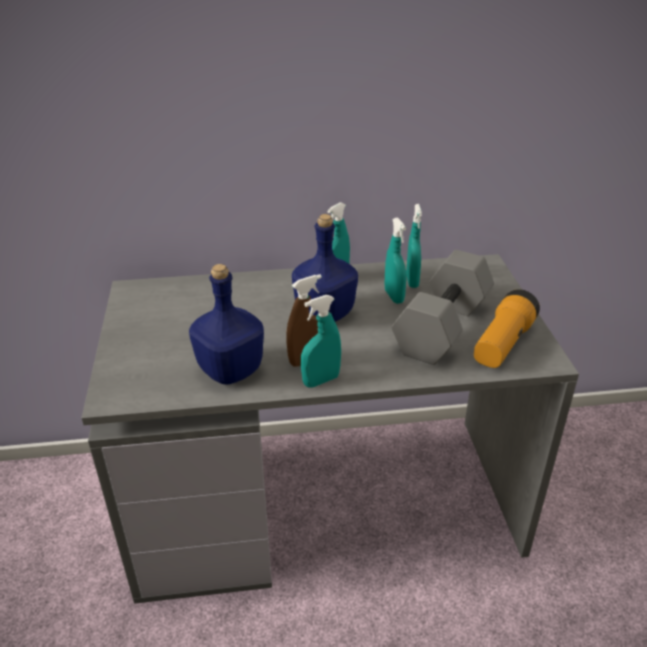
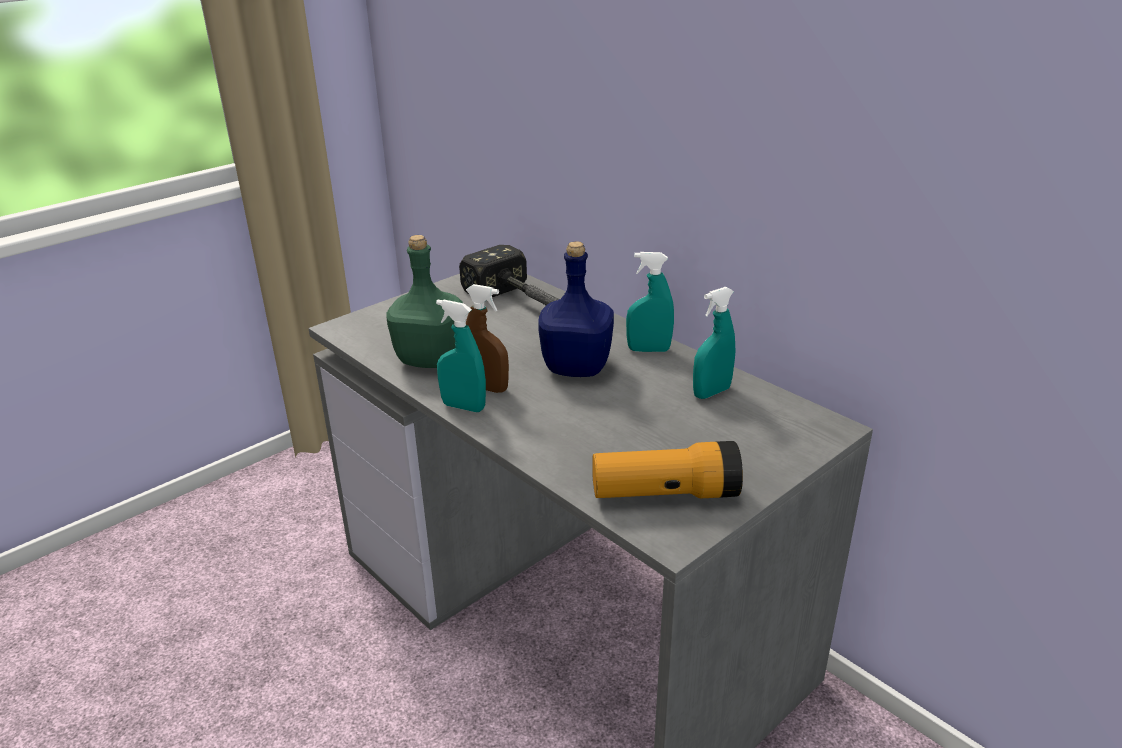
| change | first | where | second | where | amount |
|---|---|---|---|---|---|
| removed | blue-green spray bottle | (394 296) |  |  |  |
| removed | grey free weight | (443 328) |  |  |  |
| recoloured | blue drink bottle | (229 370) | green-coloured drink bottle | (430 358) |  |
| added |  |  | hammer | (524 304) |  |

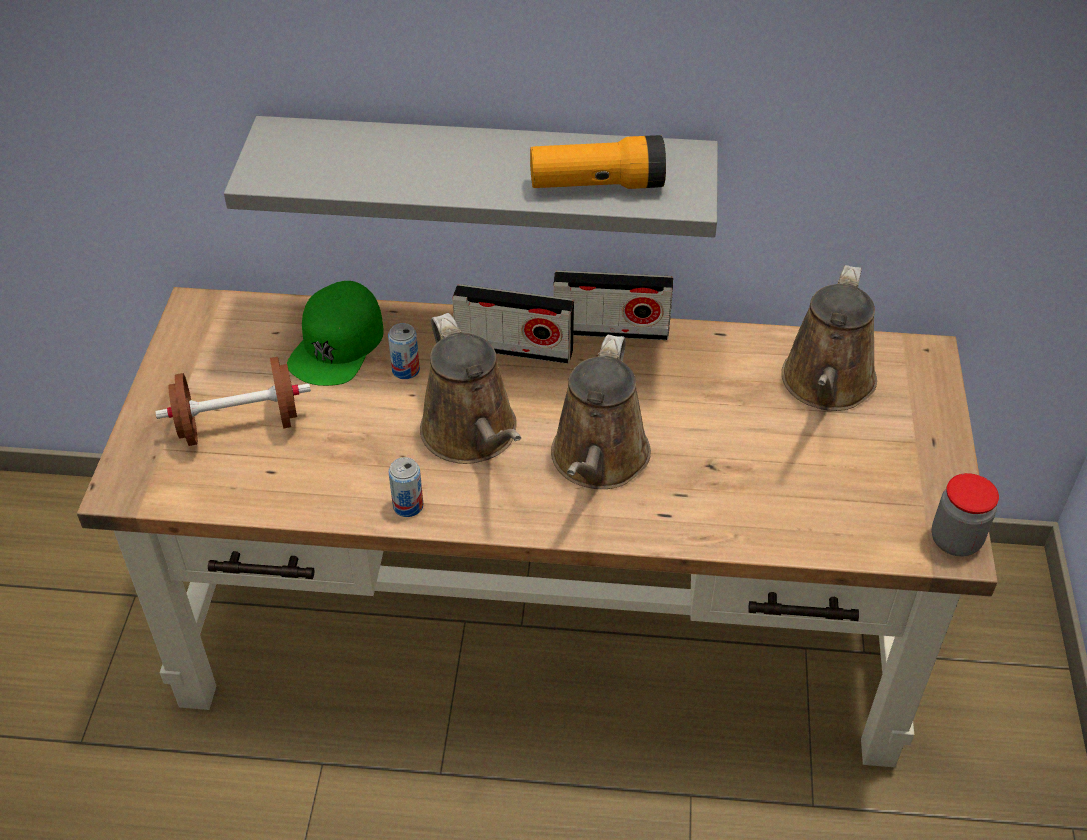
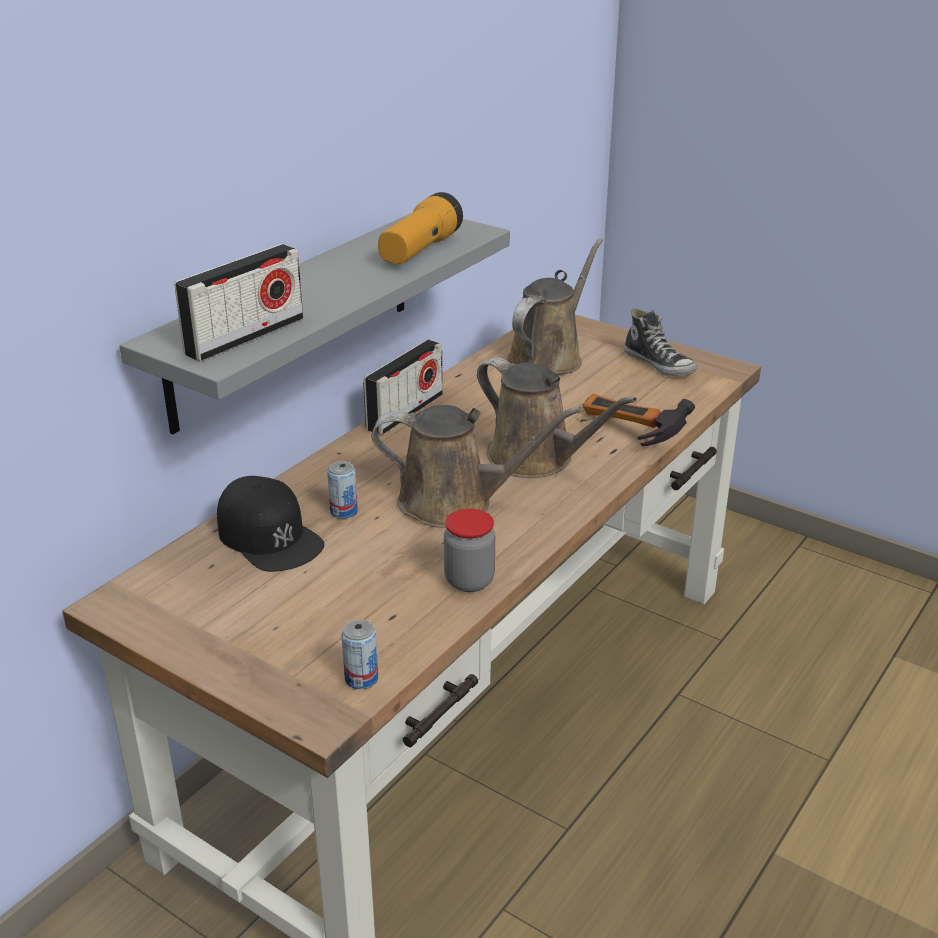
| change | first | where | second | where | amount |
|---|---|---|---|---|---|
| turned | brownish sprinkling can | (826 385) |  | (548 357) | 105 degrees counterclockwise |
| recoloured | green-coloured cap | (337 344) | blackish cap | (269 536) |  |
| moved | radio receiver | (514 348) |  | (245 336) |  |
| removed | brownish free weight | (239 425) |  |  |  |
| moved | can | (408 506) |  | (361 679) |  |
| moved | jar | (955 540) |  | (469 581) |  |
| added |  |  | shoe | (659 364) |  |
| added |  |  | hammer | (626 435) |  |

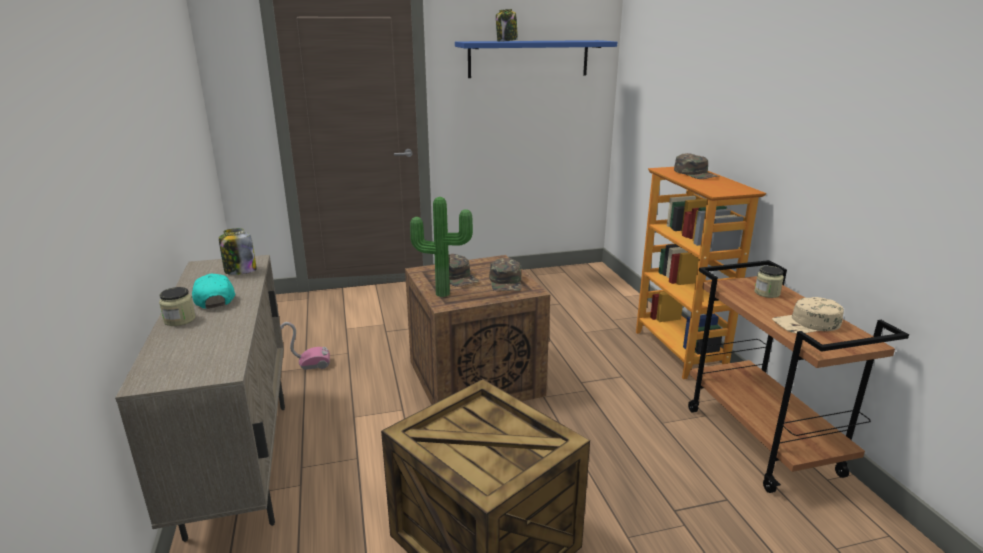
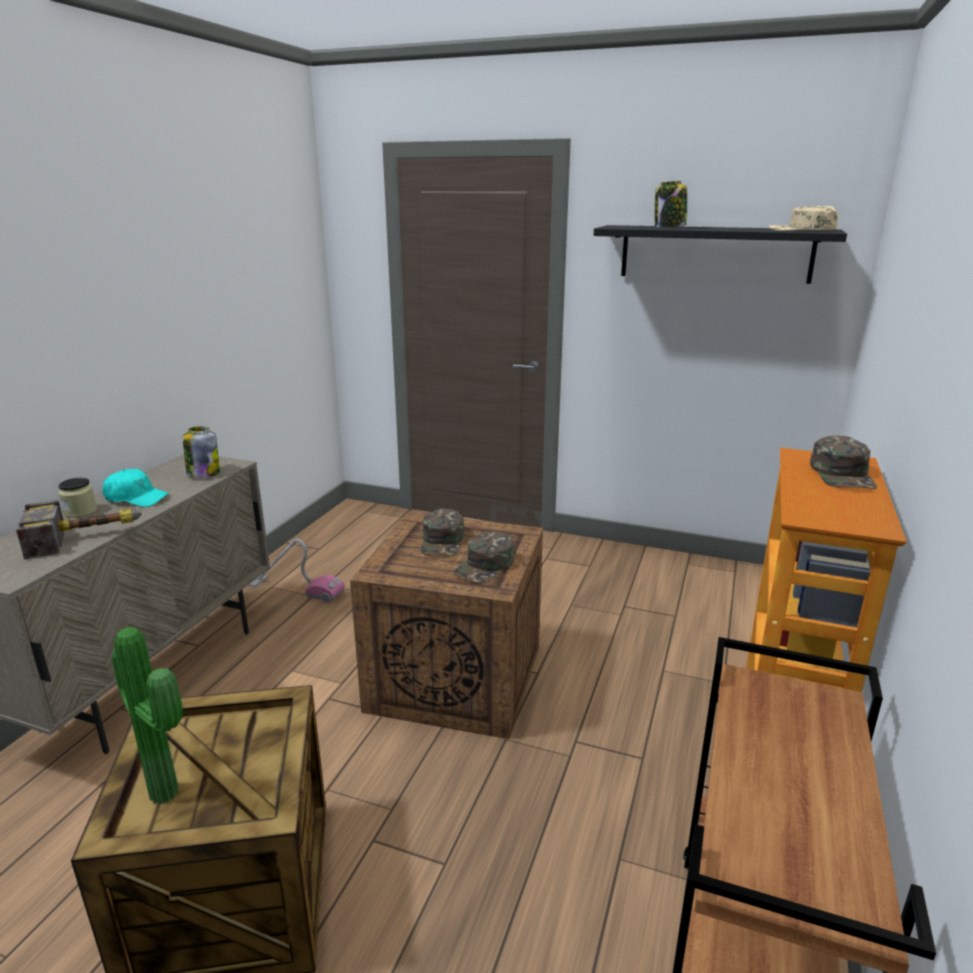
| change | first | where | second | where | amount |
|---|---|---|---|---|---|
| recoloured | blue bracket shelf | (528 59) | blackish bracket shelf | (715 253) |  |
| moved | plant in a pot | (443 293) |  | (169 790) |  |
| removed | jar | (767 293) |  |  |  |
| turned | blue-green cap | (214 299) |  | (136 498) | 90 degrees clockwise |
| moved | sand-coloured cap | (807 324) |  | (801 230) |  |
| added |  |  | hammer | (88 536) |  |

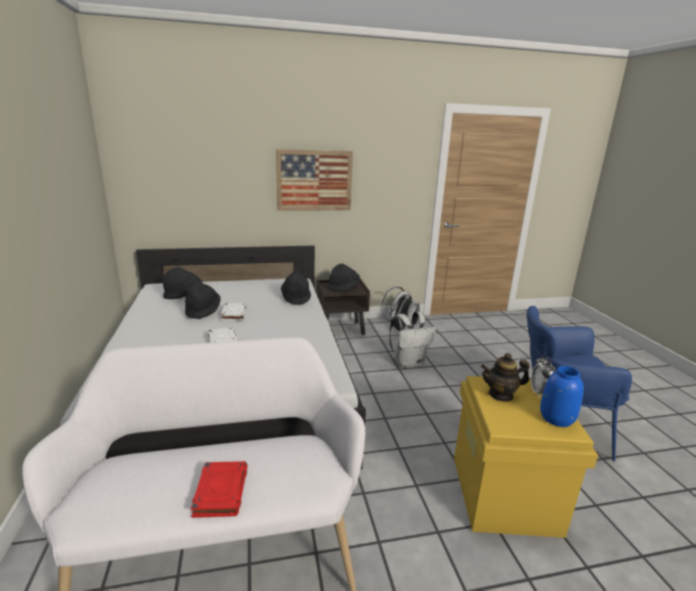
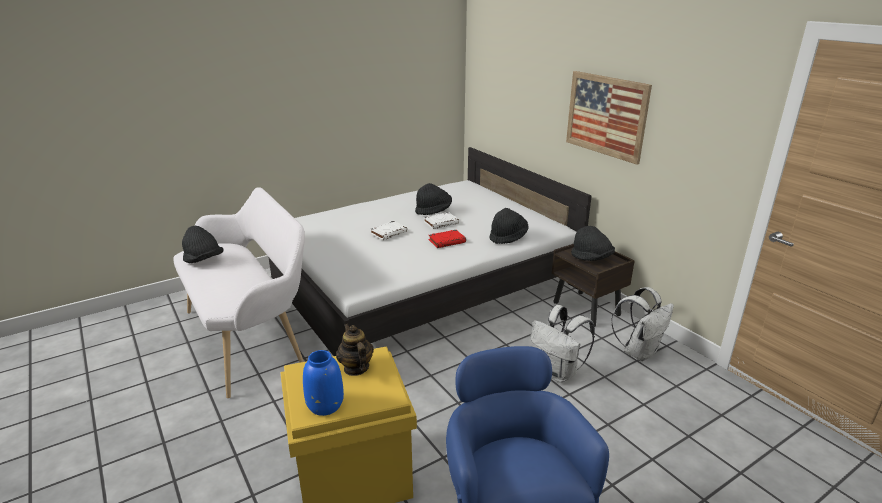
| change | first | where | second | where | amount |
|---|---|---|---|---|---|
| moved | blackish clothing hat | (183 295) |  | (203 260) |  |
| removed | table clock | (540 393) |  |  |  |
| moved | reddish volume | (220 491) |  | (447 241) |  |

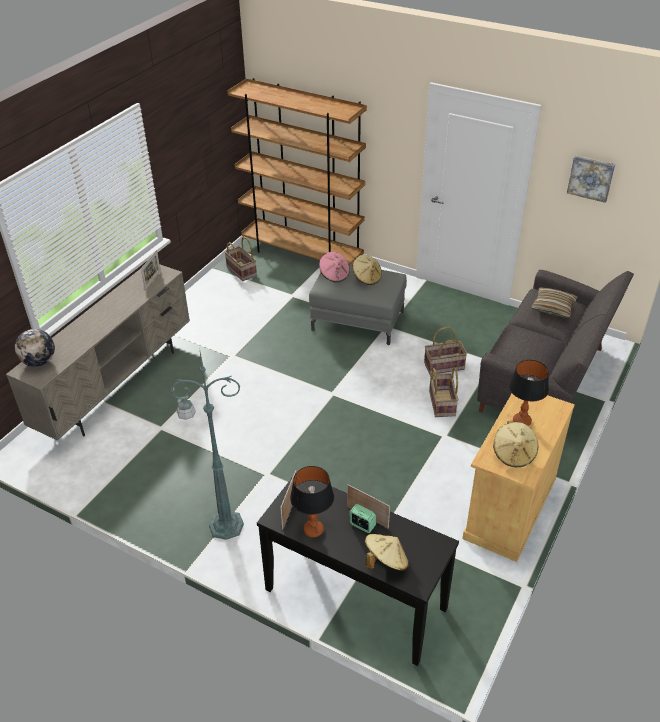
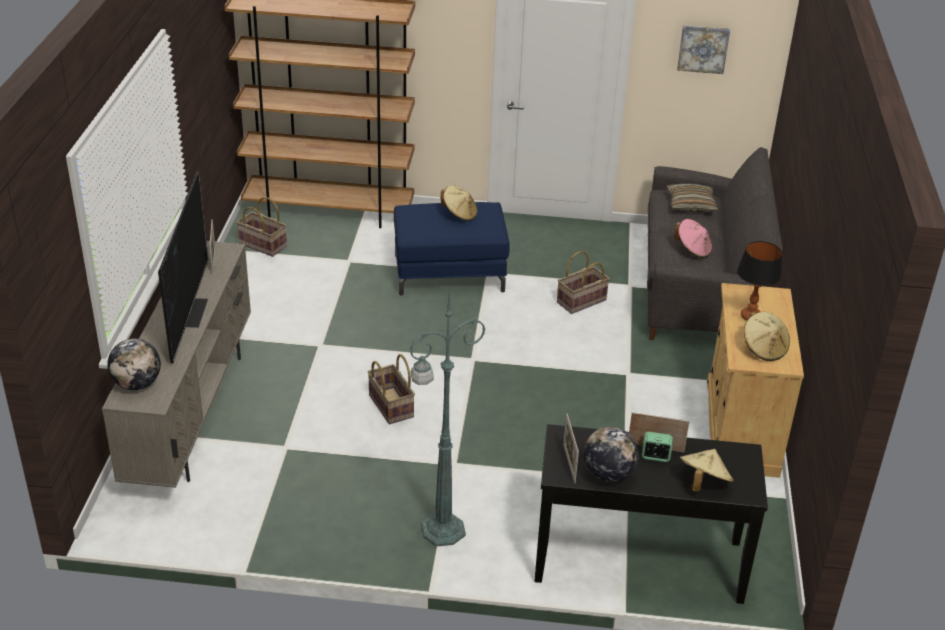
| change | first | where | second | where | amount |
|---|---|---|---|---|---|
| moved | pinkish clothing hat | (334 275) |  | (693 250) |  |
| recoloured | grey pouffe | (358 320) | blue pouffe | (449 272) |  |
| moved | household basket | (441 403) |  | (390 406) |  |
| replaced | table lamp | (313 530) | desk globe | (608 474) |  |
| added |  |  | TV set | (189 311) |  |

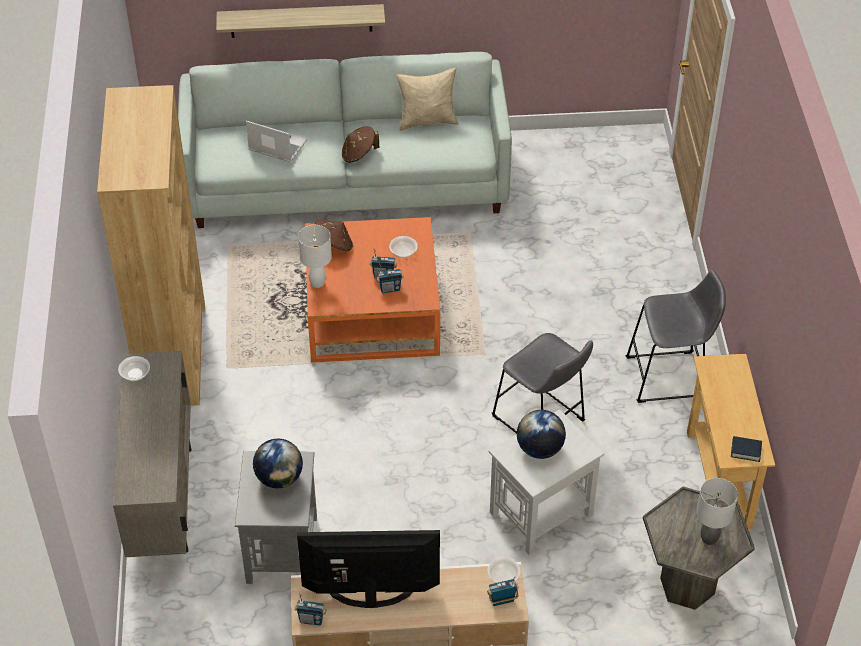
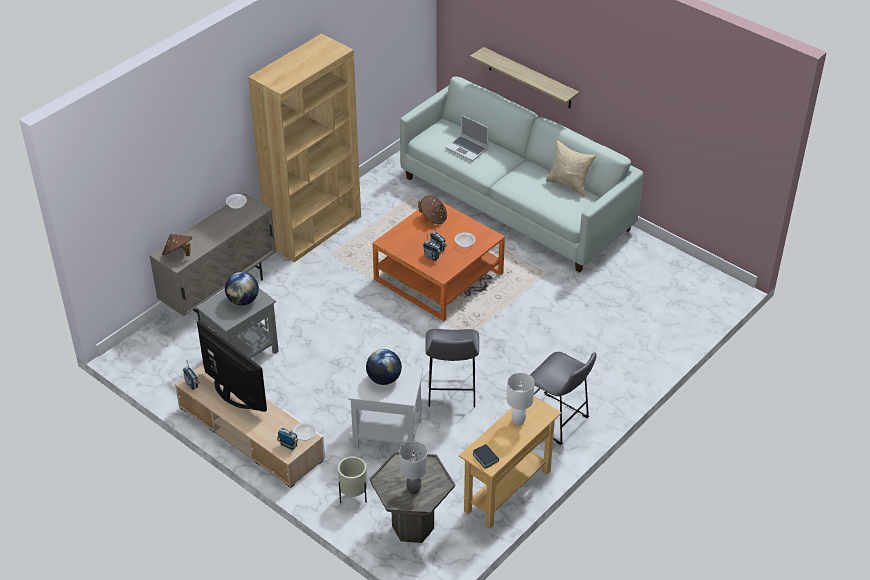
| change | first | where | second | where | amount |
|---|---|---|---|---|---|
| turned | portable computer | (276 146) |  | (467 149) | 150 degrees clockwise |
| moved | brownish clothing hat | (359 154) |  | (178 254) |  |
| moved | white-coloured table lamp | (317 282) |  | (519 421) |  |
| added |  |  | sand-coloured plant pot | (353 497) |  |

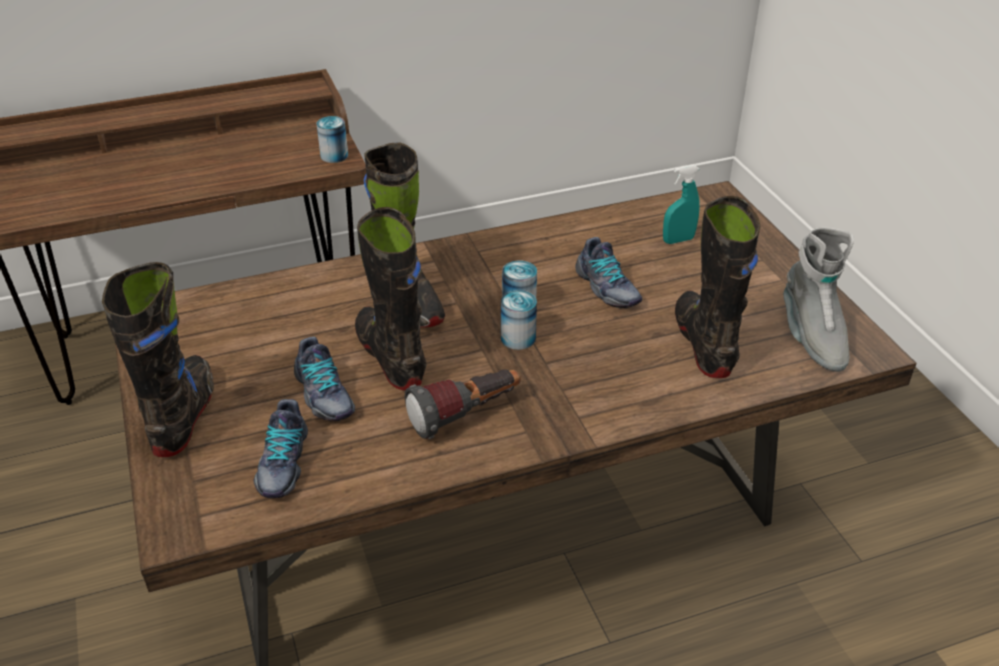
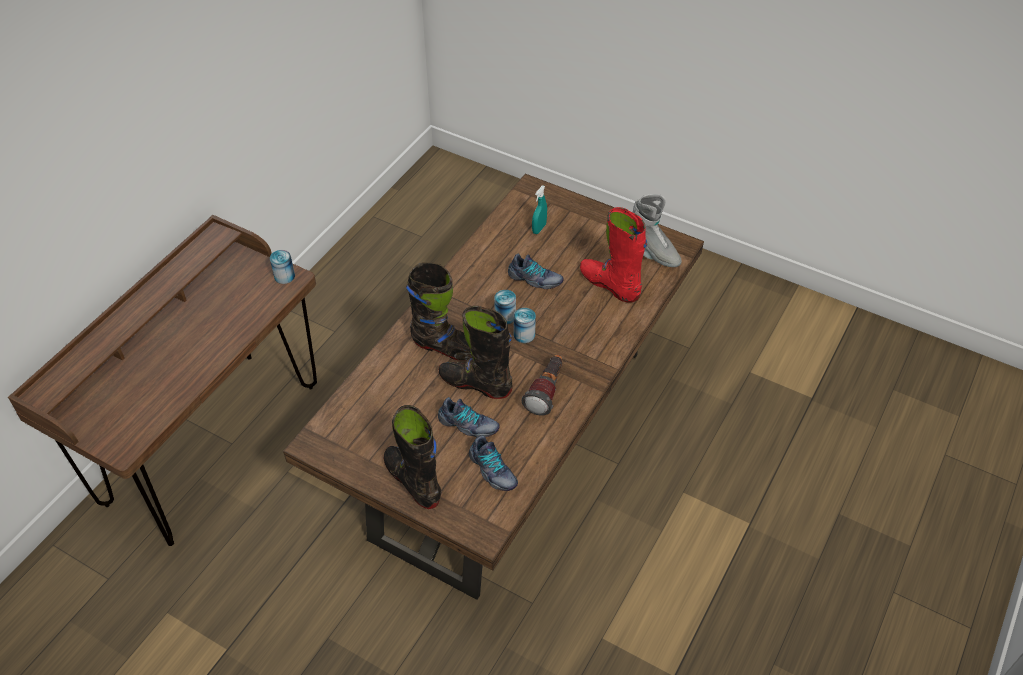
| change | first | where | second | where | amount |
|---|---|---|---|---|---|
| recoloured | blackish tall boot | (704 343) | reddish tall boot | (610 285) |  |

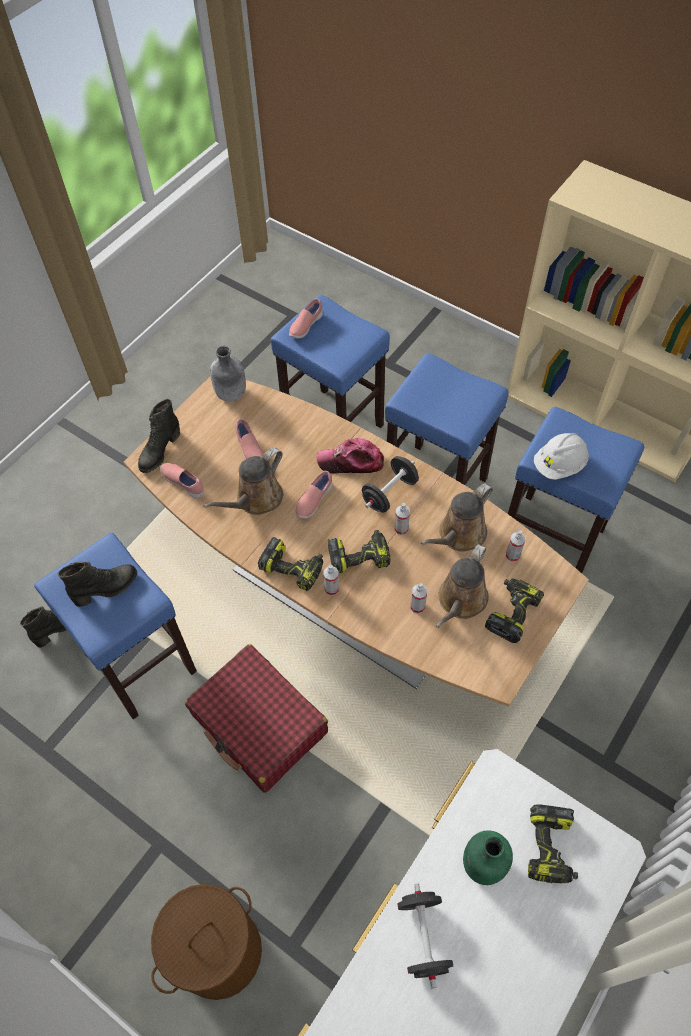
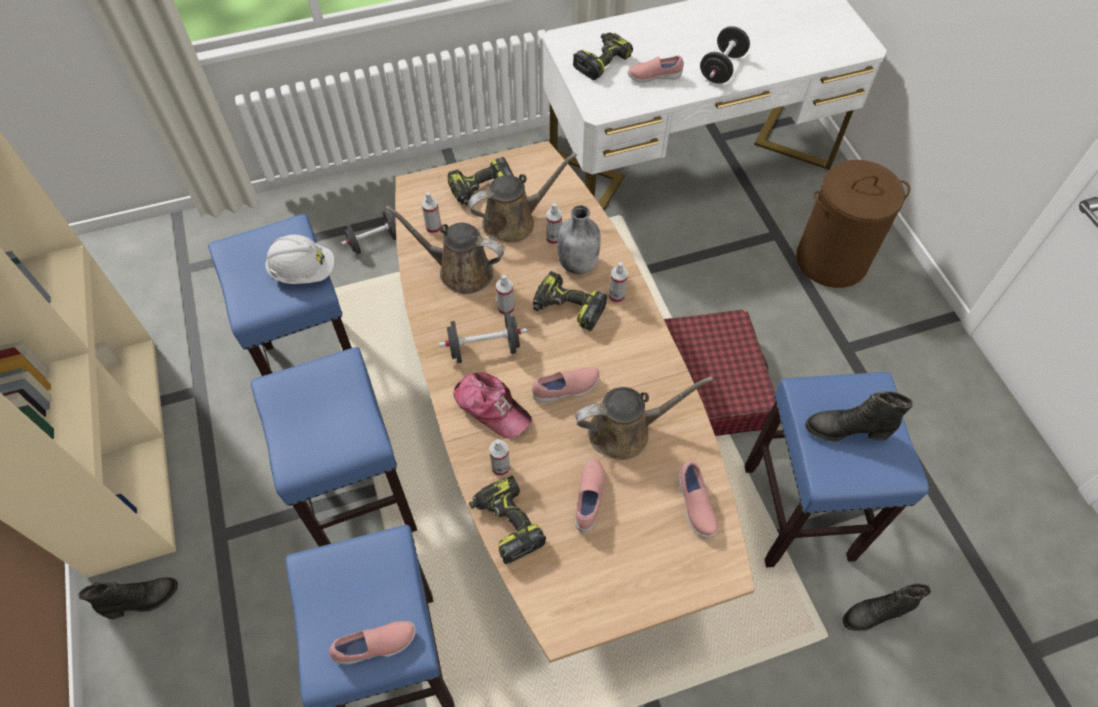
| change | first | where | second | where | amount |
|---|---|---|---|---|---|
| moved | grey drink bottle | (231 394) |  | (578 263) |  |
| moved | blackish tall boot | (160 451) |  | (143 601) |  |
| turned | brownish sprinkling can | (459 535) |  | (460 270) | 150 degrees counterclockwise |
| moved | drill | (293 568) |  | (506 523) |  |
| replaced | green-coloured drink bottle | (482 864) | pinkish shoe | (653 77) |  |
| added |  |  | blackish free weight | (374 241) |  |
| added |  |  | spray bottle | (500 467) |  |

